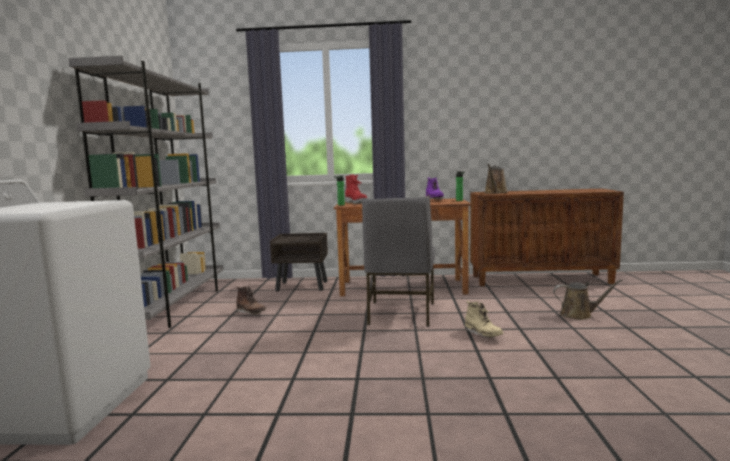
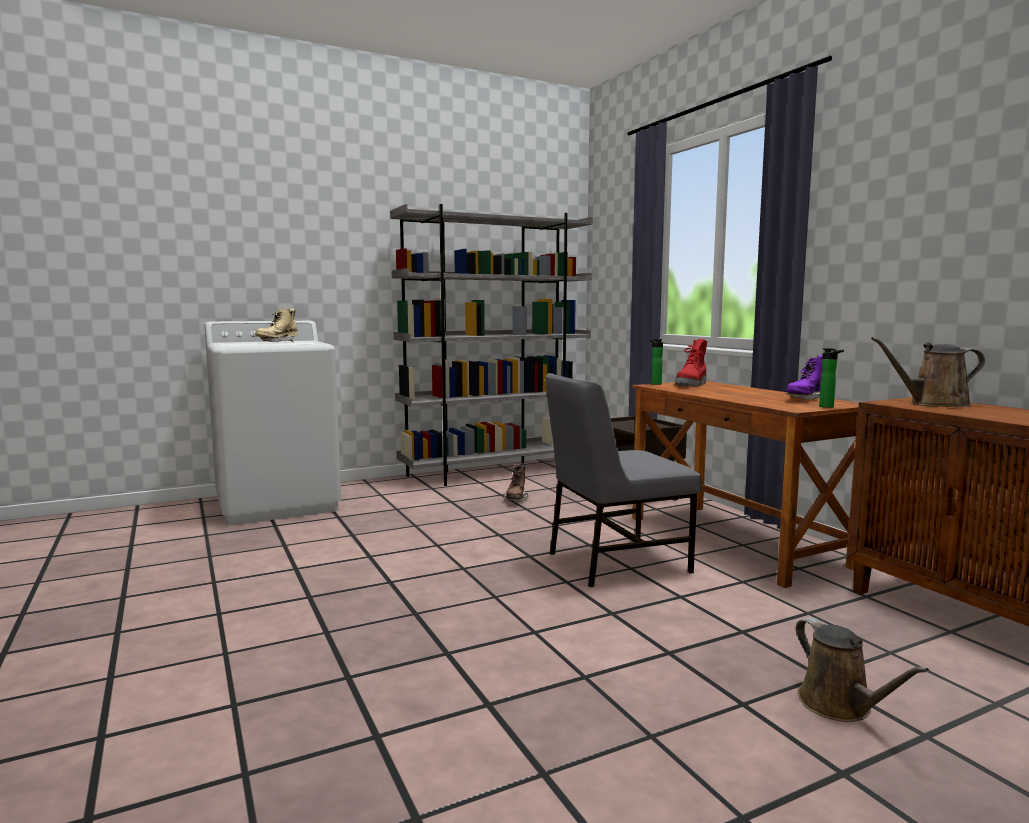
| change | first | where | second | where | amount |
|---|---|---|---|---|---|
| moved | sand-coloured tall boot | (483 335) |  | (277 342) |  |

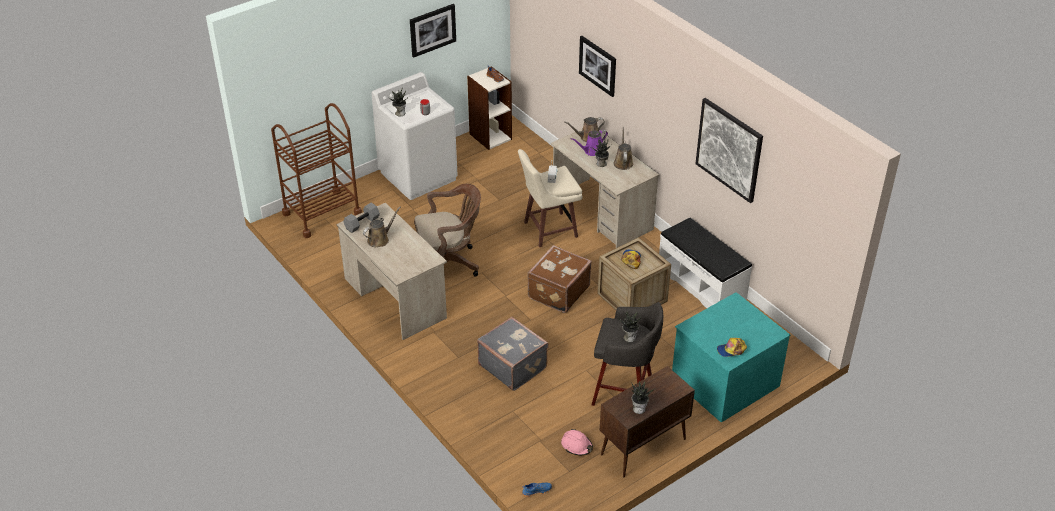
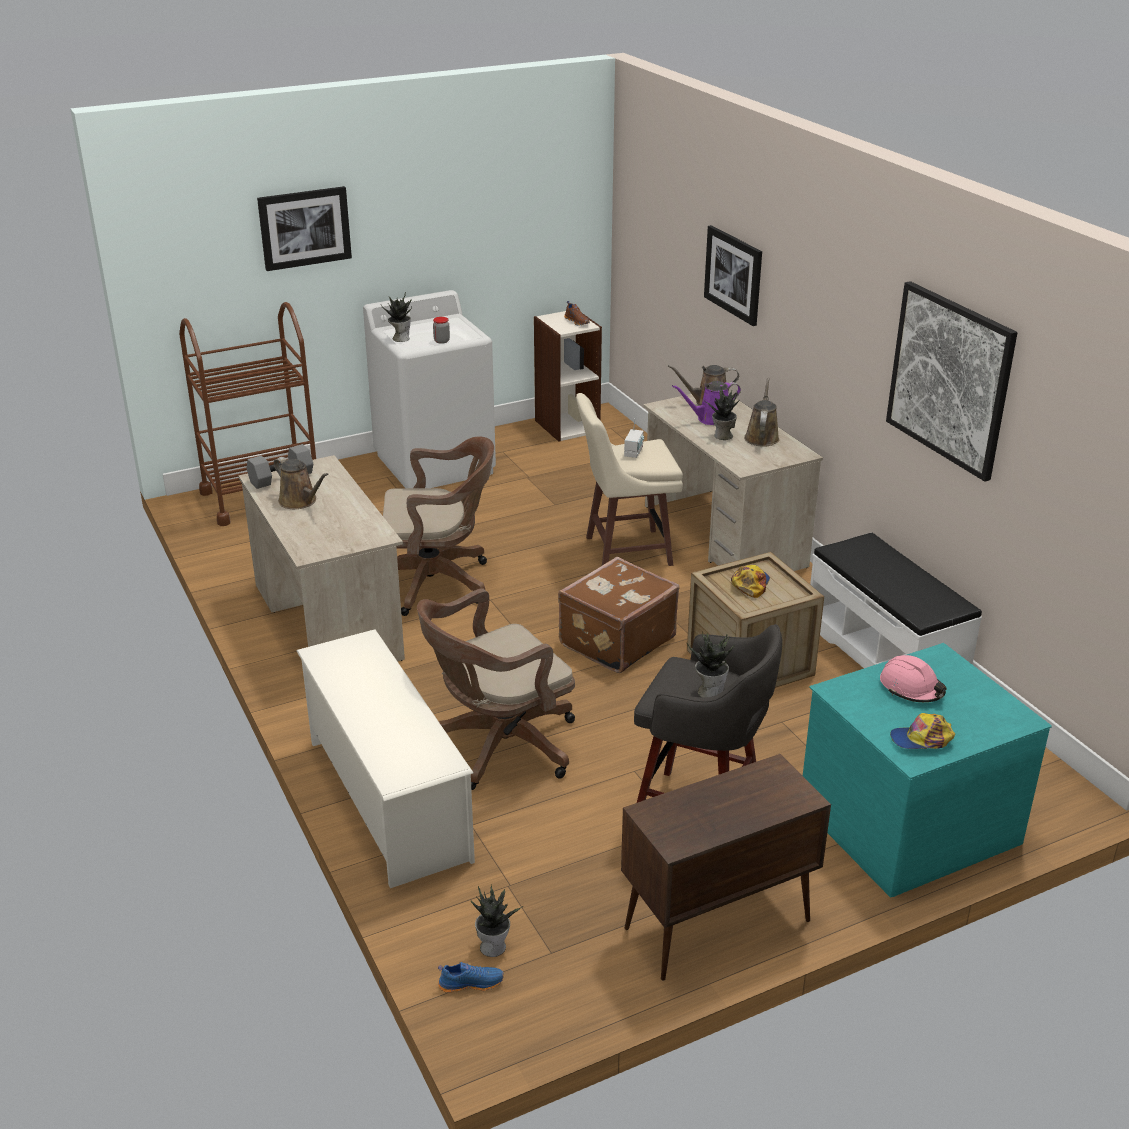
| change | first | where | second | where | amount |
|---|---|---|---|---|---|
| moved | wall picture | (432 30) |  | (304 228) |  |
| turned | brownish sprinkling can | (380 239) |  | (300 501) | 75 degrees clockwise |
| replaced | grey piece of luggage | (513 366) | brownish desk chair | (498 747) |  |
| moved | plant in a pot | (639 408) |  | (493 946) |  |
| moved | pinkish hard hat | (577 446) |  | (911 688) |  |
| added |  |  | white-coloured shoe stand | (387 798) |  |

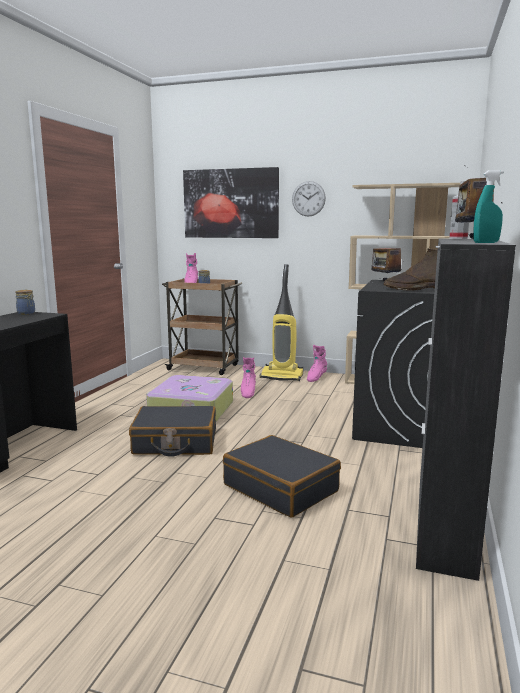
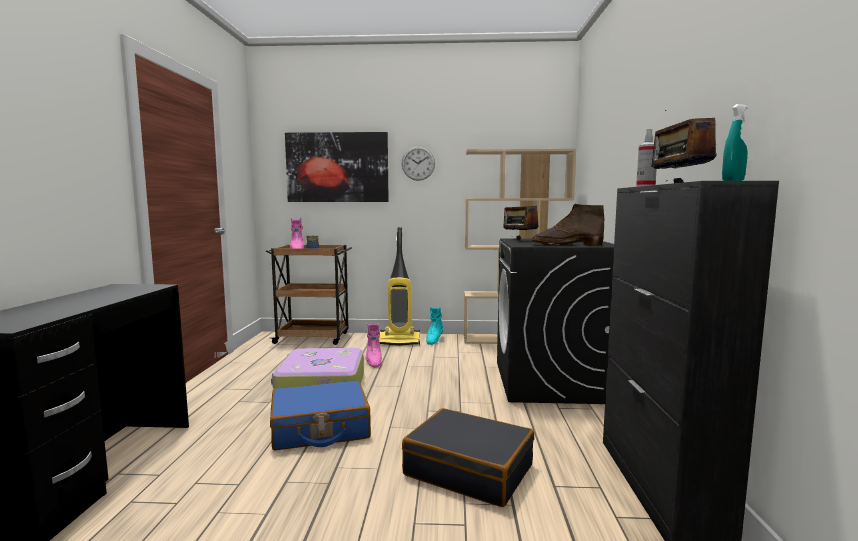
| change | first | where | second | where | amount |
|---|---|---|---|---|---|
| removed | jar | (26 313) |  |  |  |
| recoloured | pinkish tall boot | (316 378) | blue-green tall boot | (434 340) |  |
| recoloured | blackish piece of luggage | (175 443) | blue piece of luggage | (320 429) |  |

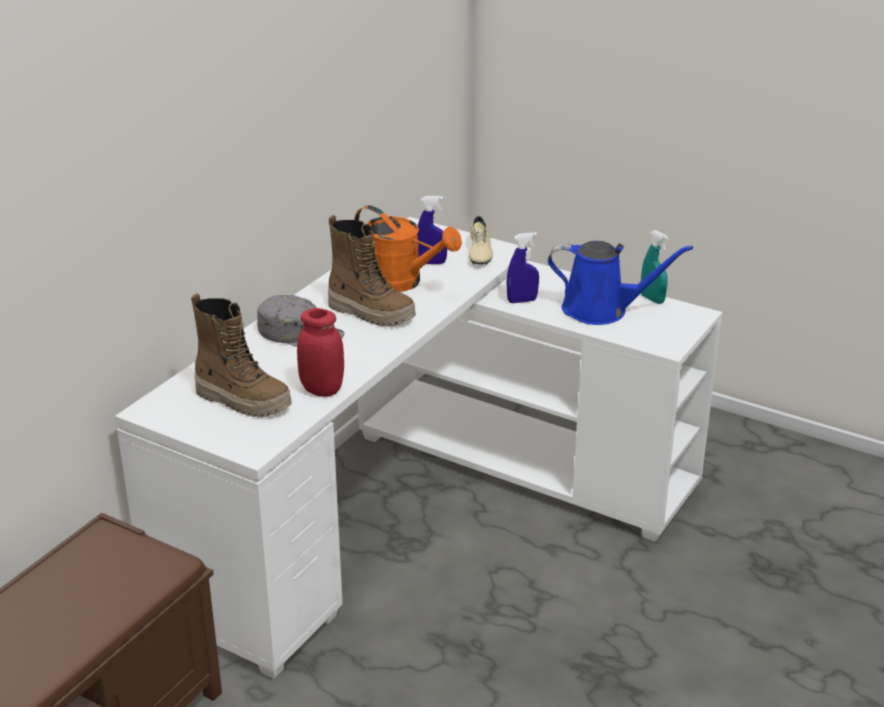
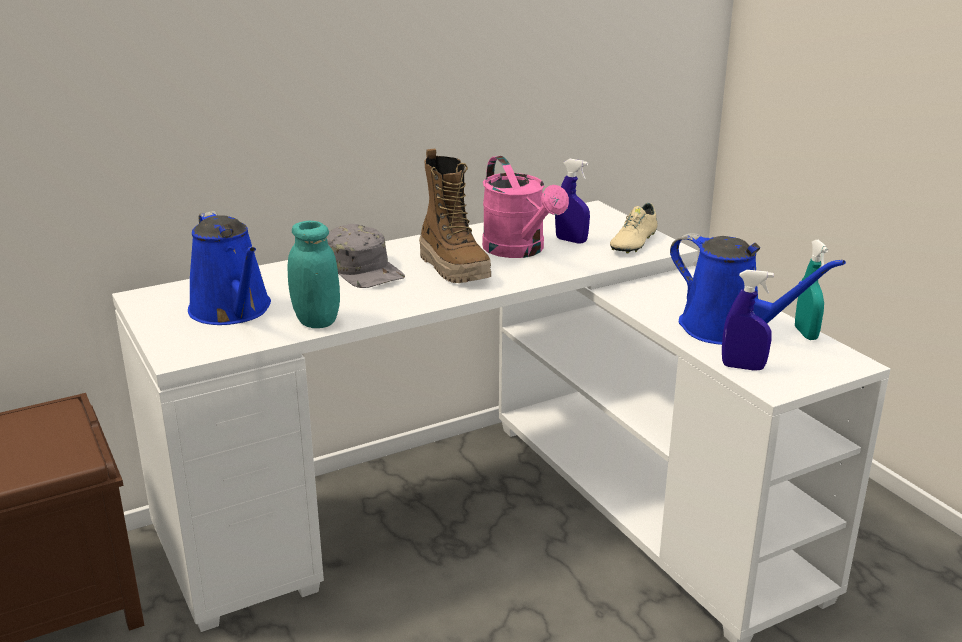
| change | first | where | second | where | amount |
|---|---|---|---|---|---|
| recoloured | orangey sprinkling can | (402 282) | pinkish sprinkling can | (519 250) |  |
| moved | blue spray bottle | (522 301) |  | (743 367) |  |
| replaced | tall boot | (243 400) | blue sprinkling can | (233 311) |  |
| recoloured | reddish jar | (322 389) | blue-green jar | (316 321) |  |

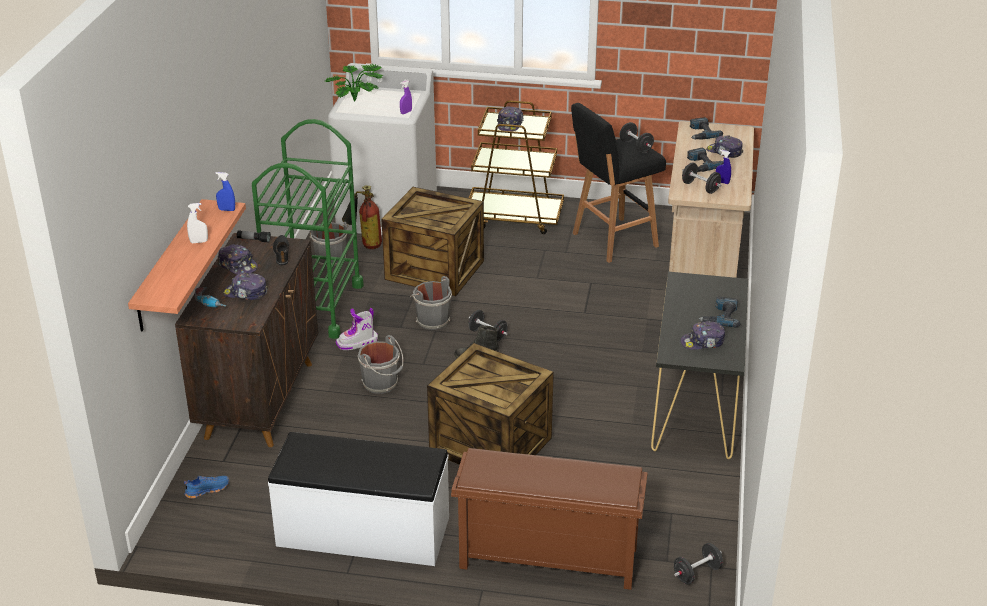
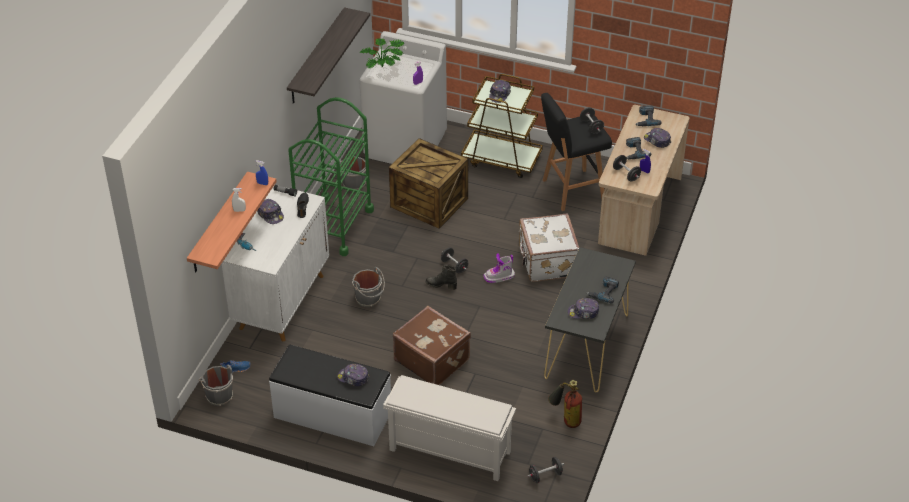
| change | first | where | second | where | amount |
|---|---|---|---|---|---|
| moved | fire-fighting cylinder | (364 244) |  | (565 419) |  |
| recoloured | brownish storage cabinet | (260 399) | white-coloured storage cabinet | (282 301) |  |
| moved | cap | (246 293) |  | (353 378) |  |
| moved | grey bucket | (431 320) |  | (219 395) |  |
| moved | tall boot | (357 343) |  | (499 277) |  |
| replaced | crate | (489 445) | brownish piece of luggage | (432 359) |  |
| recoloured | brownish shoe stand | (546 559) | white-coloured shoe stand | (448 451) |  |
| added |  |  | bracket shelf | (316 57) |  |
| added |  |  | white-coloured piece of luggage | (546 262) |  |

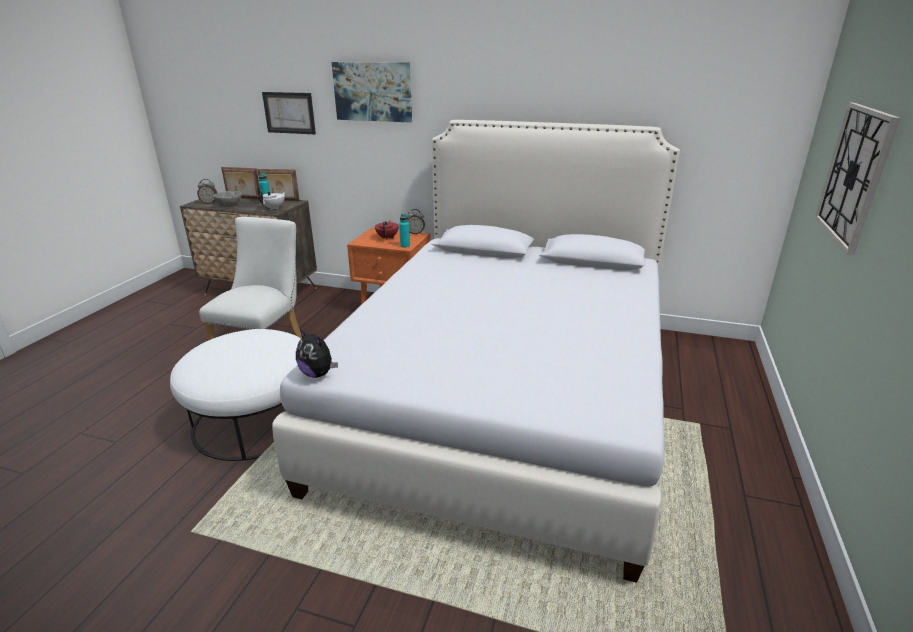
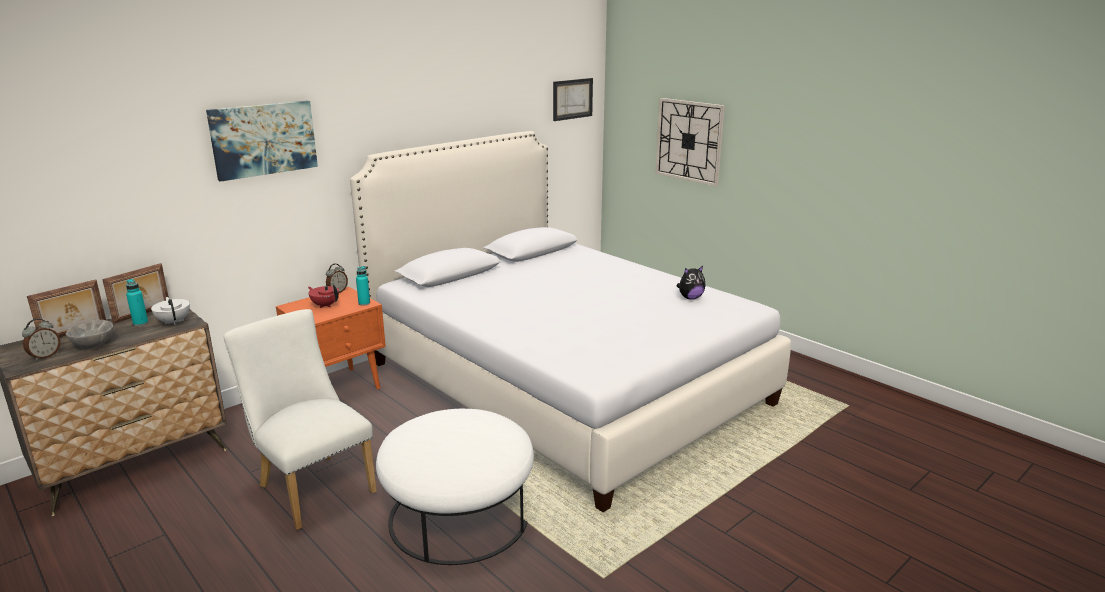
| change | first | where | second | where | amount |
|---|---|---|---|---|---|
| moved | wall picture | (289 113) |  | (572 99) |  |
| moved | soft toy | (318 374) |  | (690 298) |  |

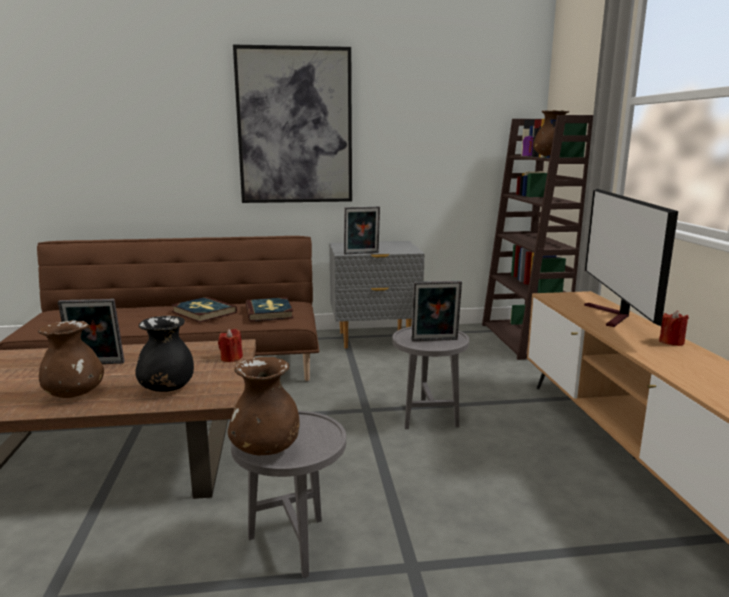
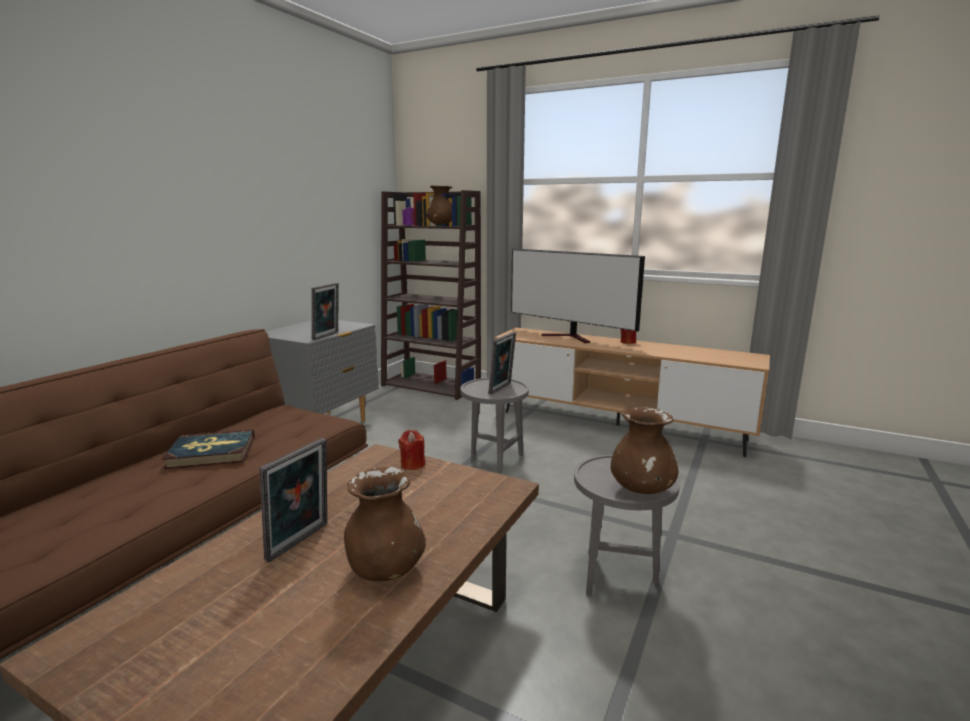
| change | first | where | second | where | amount |
|---|---|---|---|---|---|
| removed | wall picture | (295 126) |  |  |  |
| removed | volume | (269 312) |  |  |  |
| removed | blackish flower vase | (167 388) |  |  |  |

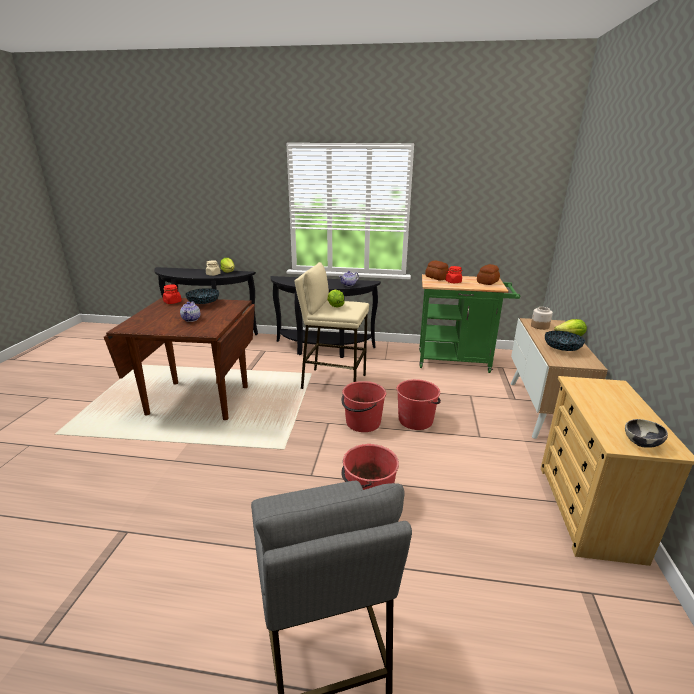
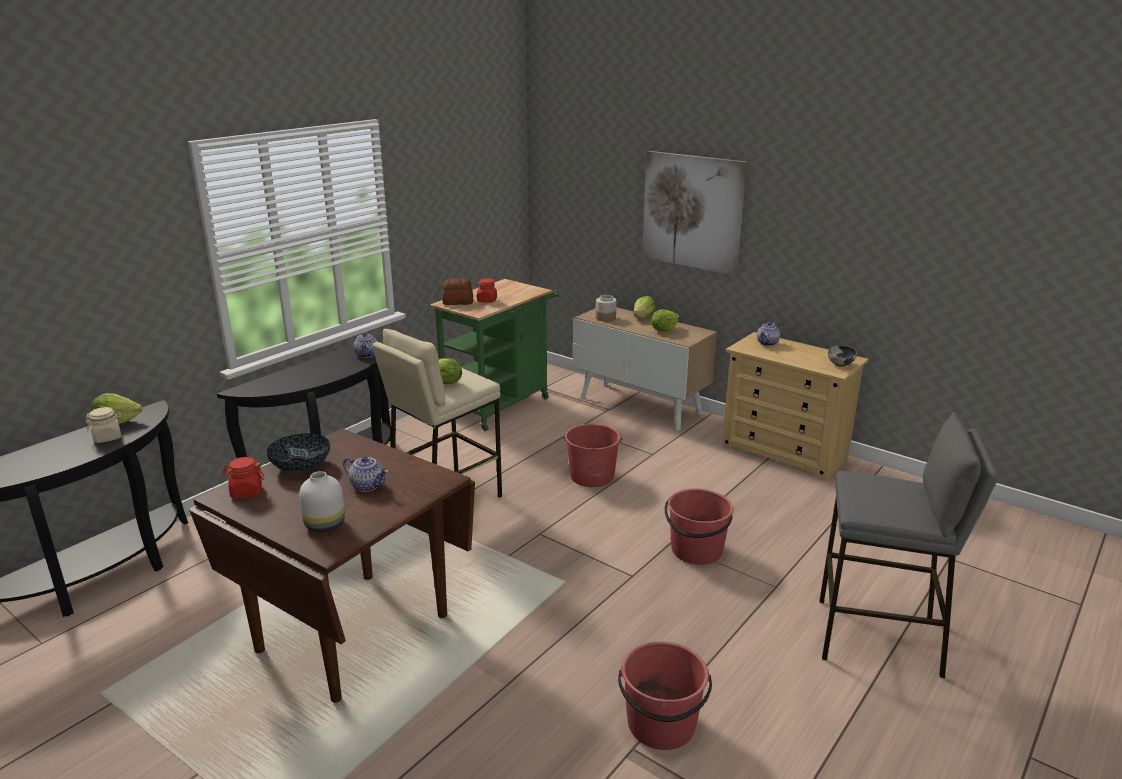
| change | first | where | second | where | amount |
|---|---|---|---|---|---|
| removed | bread | (488 282) |  |  |  |
| replaced | serving bowl | (561 349) | lettuce head | (664 330) |  |
| moved | reddish bucket | (362 423) |  | (661 725) |  |
| added |  |  | wall picture | (692 212) |  |
| added |  |  | teapot | (768 343) |  |
| added |  |  | white-coloured flower vase | (324 526) |  |

